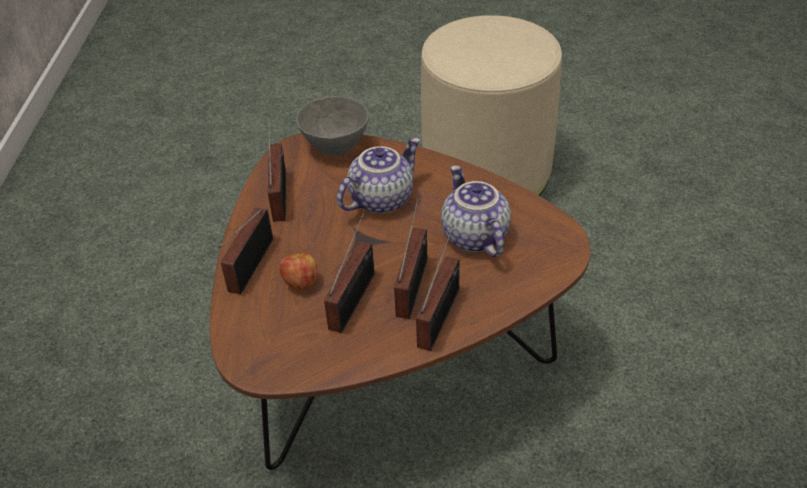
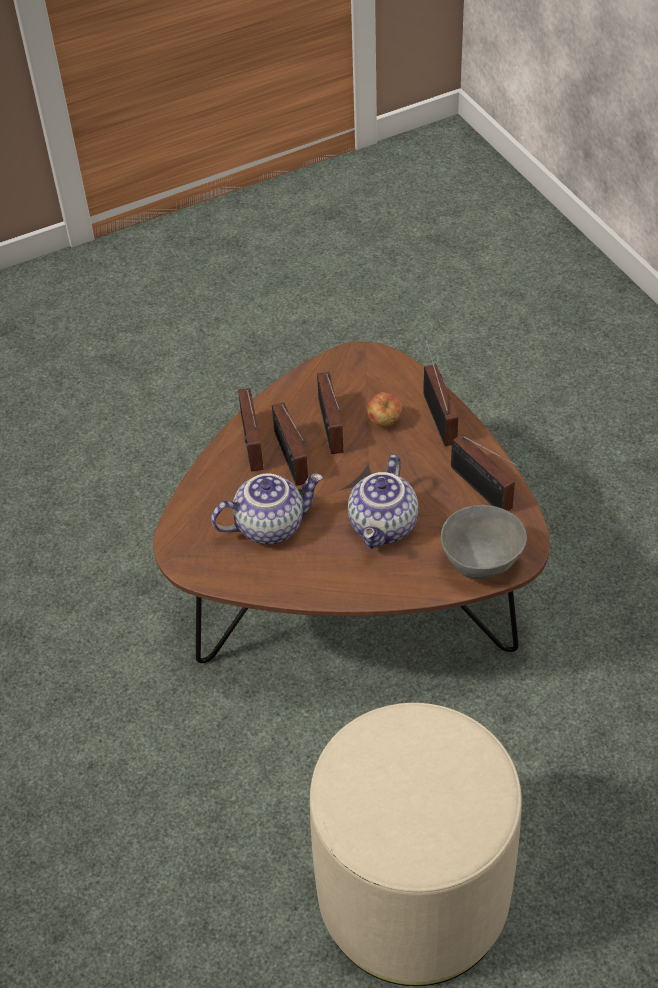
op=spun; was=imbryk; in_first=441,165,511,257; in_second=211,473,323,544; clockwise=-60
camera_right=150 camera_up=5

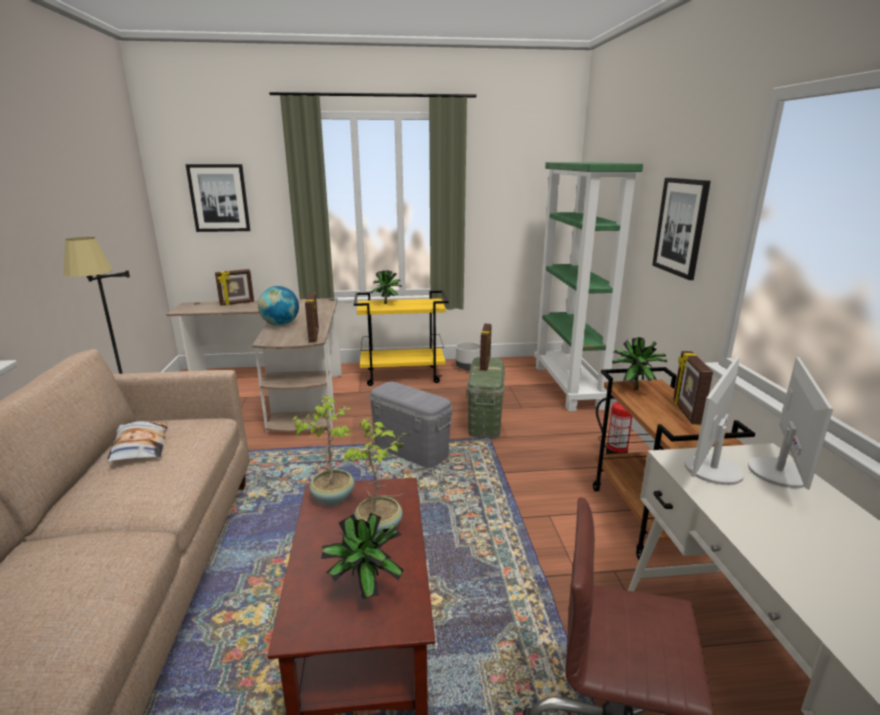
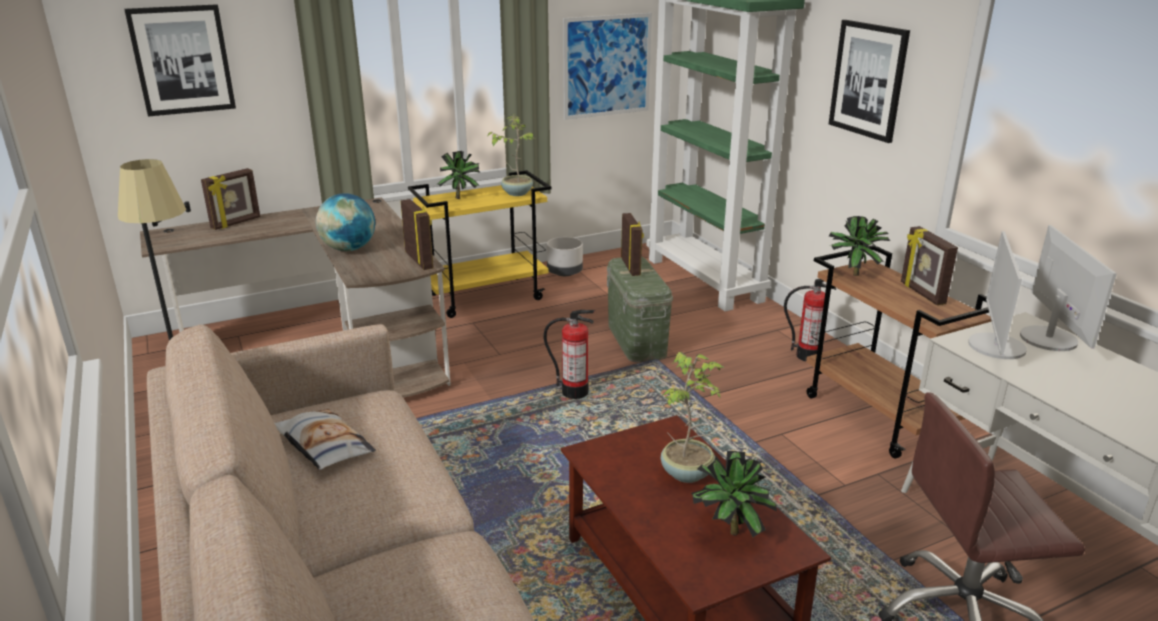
op=appeared; now=obraz; in_second=563,13,652,120
op=relocated; was=roślina doniczkowa; in_first=291,396,355,505; in_second=487,114,536,196
op=exchanged; was=pojemnik do przechowywania (szary); now=gaśnica; in_first=370,382,453,468; in_second=543,310,595,399
camera_right=-20 camera_up=5

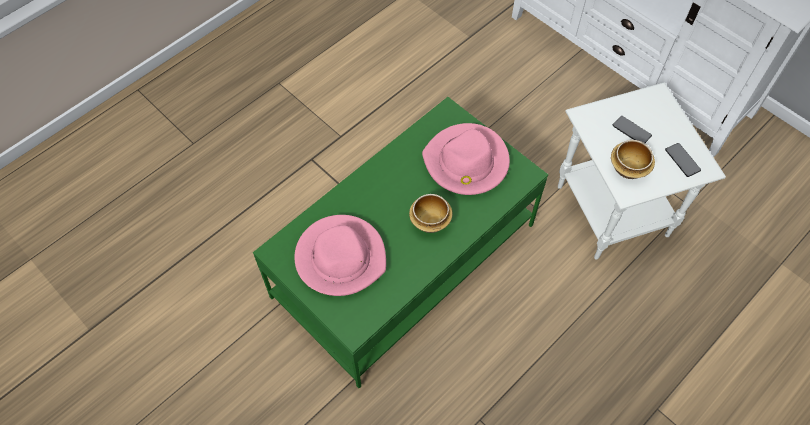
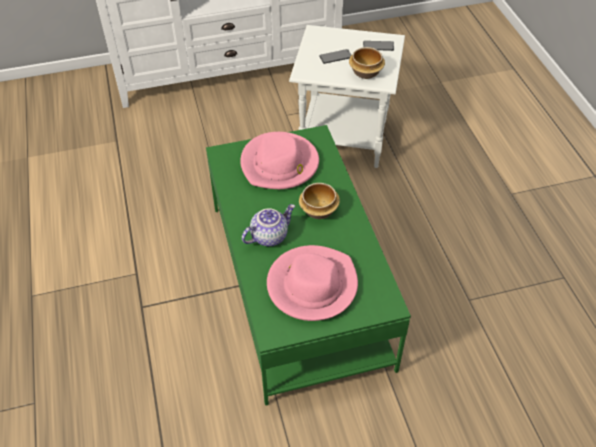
op=appeared; now=imbryk; in_second=242,204,295,246
camera_right=-60 camera_up=-10

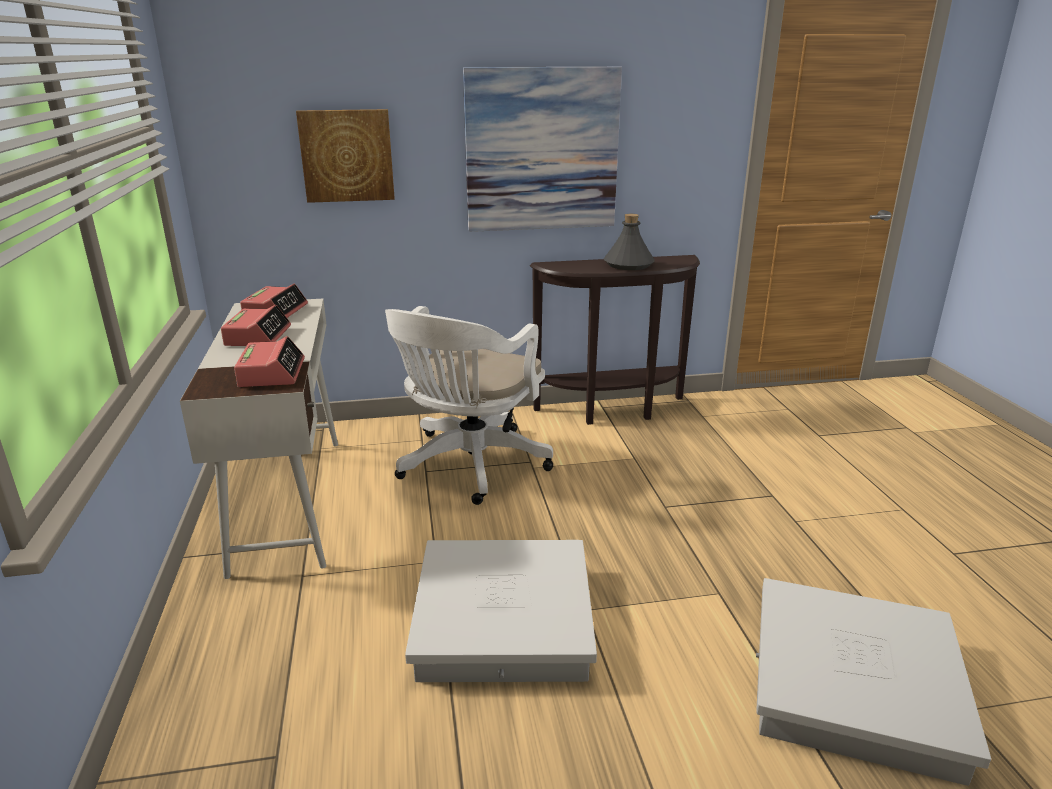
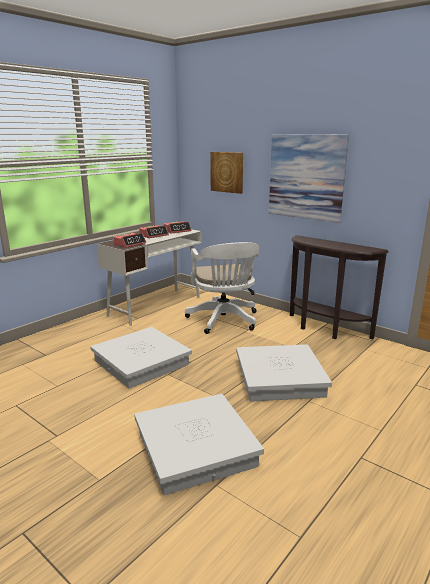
op=missing; was=butelka (szary); in_first=603,214,655,270
op=appeared; now=pojemnik do przechowywania (biały); in_second=236,344,332,402
op=spun; was=krzesło biurowe (biały); in_first=385,306,553,505; in_second=185,242,259,334; clockwise=-90
camera_right=50 camera_up=-5

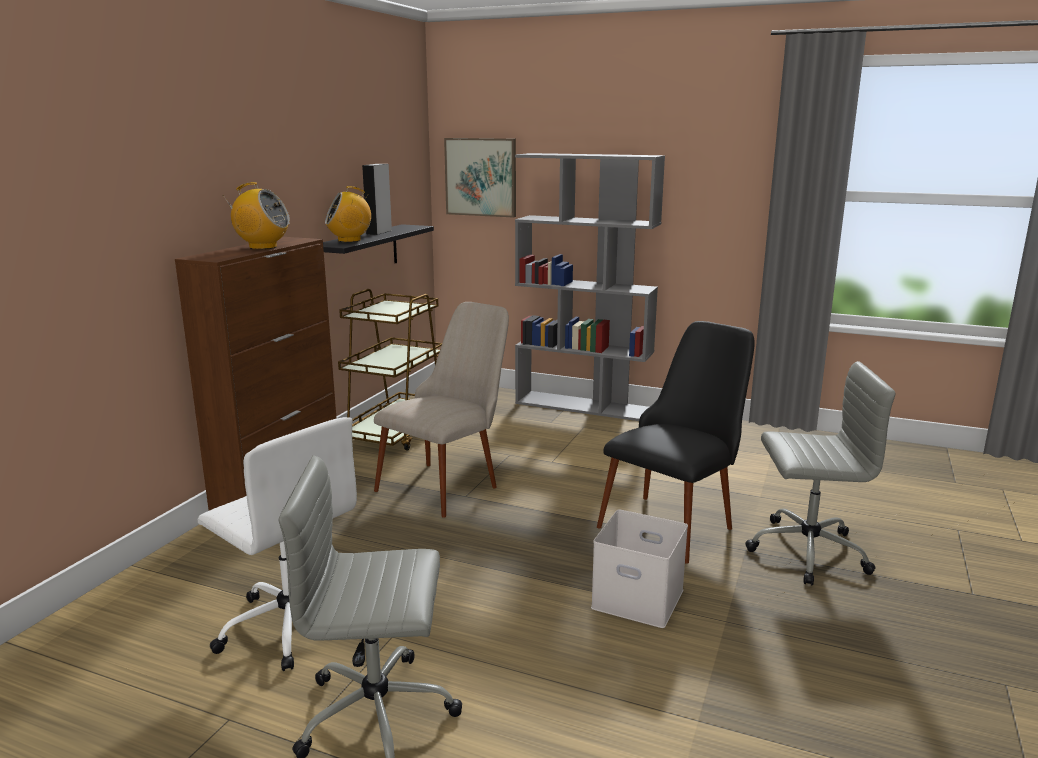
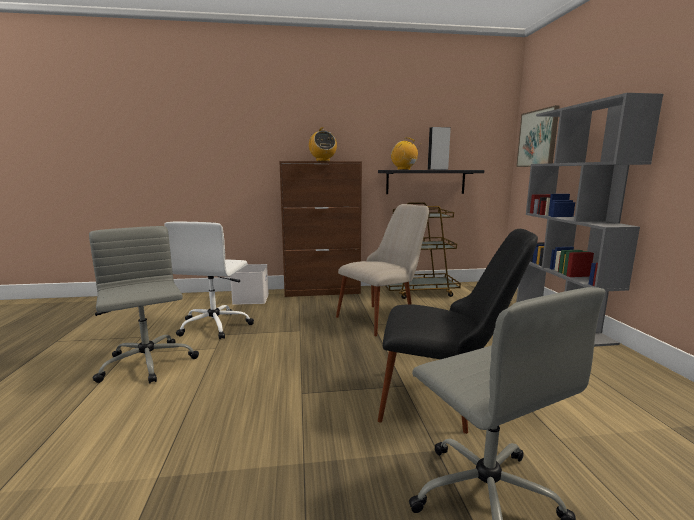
op=relocated; was=pojemnik do przechowywania (biały); in_first=591,509,688,628; in_second=230,264,269,305
op=spun; was=krzesło (beżowy); in_first=374,302,509,518; in_second=336,204,429,336; clockwise=-45
camera_right=60 camera_up=-5

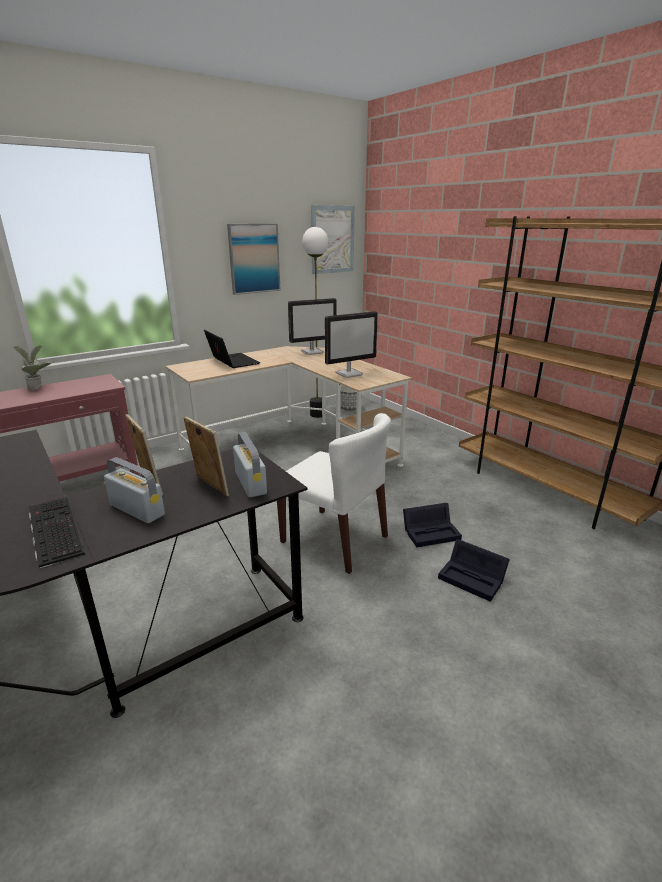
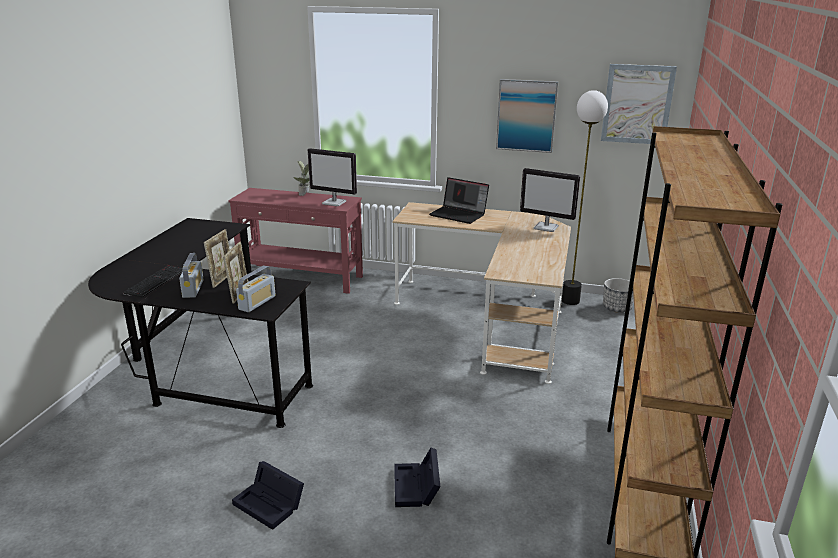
op=missing; was=krzesło (biały); in_first=277,413,391,574
op=relocated; was=monitor; in_first=325,311,378,378; in_second=308,148,357,206
op=relocated; was=pojemnik do przechowywania (czarny); in_first=403,503,462,547; in_second=232,461,304,530
op=spun; was=laptop; in_first=204,330,260,368; in_second=429,177,489,224; clockwise=105
camera_right=50 camera_up=0

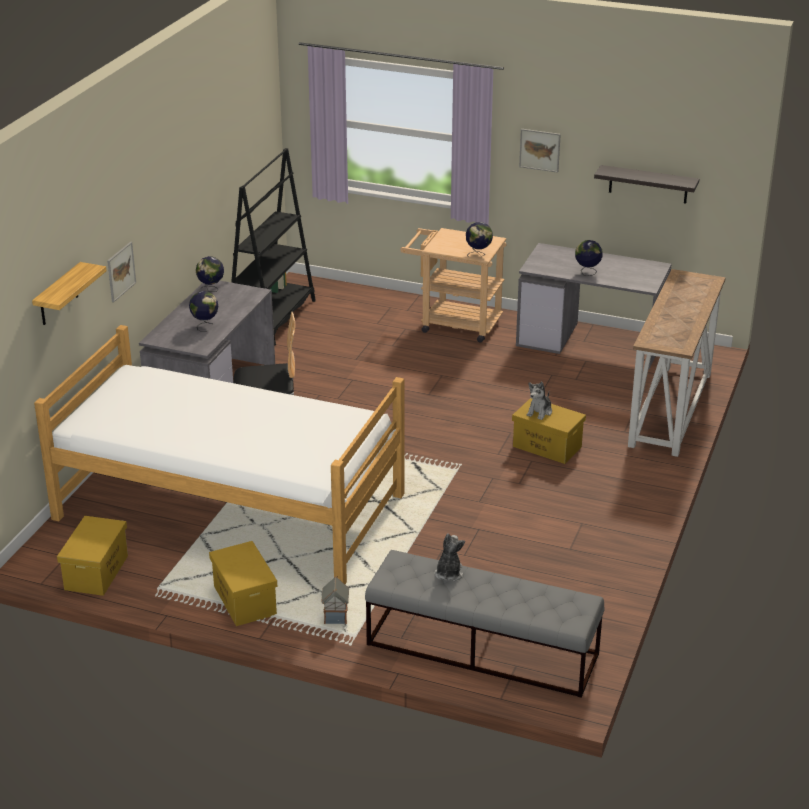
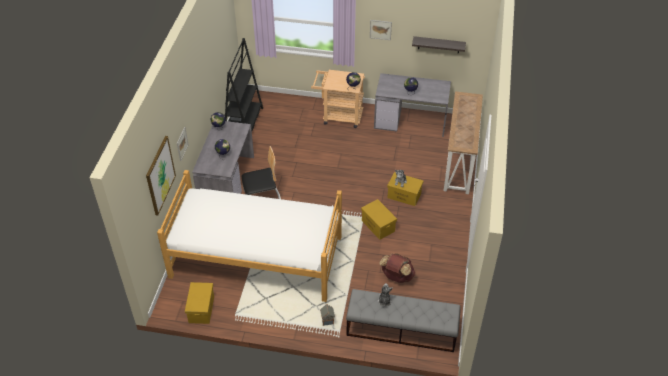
op=appeared; now=plecak (brązowy); in_second=379,253,415,283
op=relocated; was=pojemnik do przechowywania (żółty); in_first=209,541,277,626; in_second=361,199,397,240
op=exchanged; was=półka; now=obraz; in_first=32,262,107,325; in_second=146,136,176,215
camera_right=-10 camera_up=15

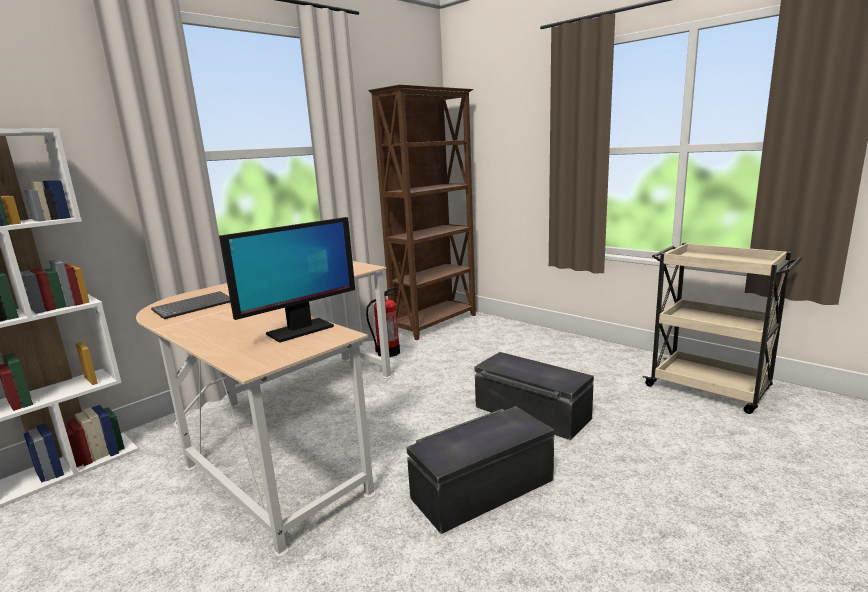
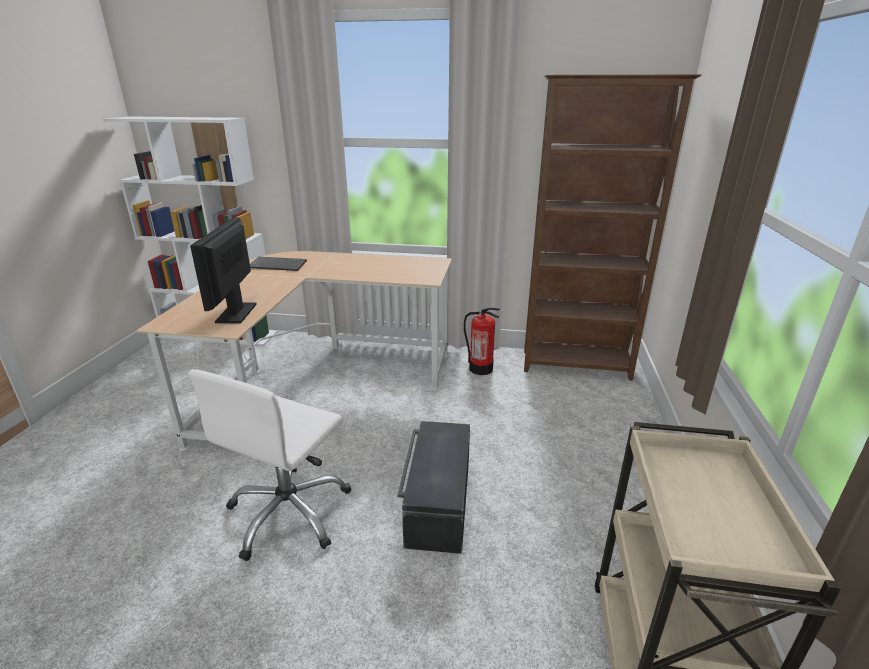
op=exchanged; was=pojemnik do przechowywania (czarny); now=krzesło biurowe (biały); in_first=406,406,554,534; in_second=188,369,352,561
op=spun; was=monitor; in_first=219,217,355,343; in_second=190,217,257,323; clockwise=75
camera_right=55 camera_up=10

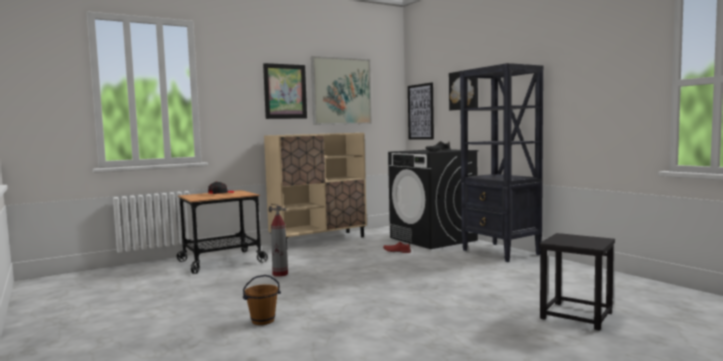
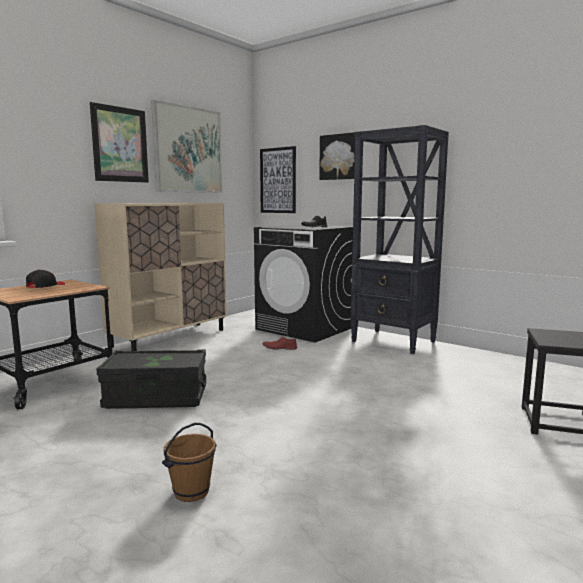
op=exchanged; was=gaśnica; now=pojemnik do przechowywania (czarny); in_first=269,204,288,277; in_second=96,349,206,409
camera_right=-20 camera_up=5

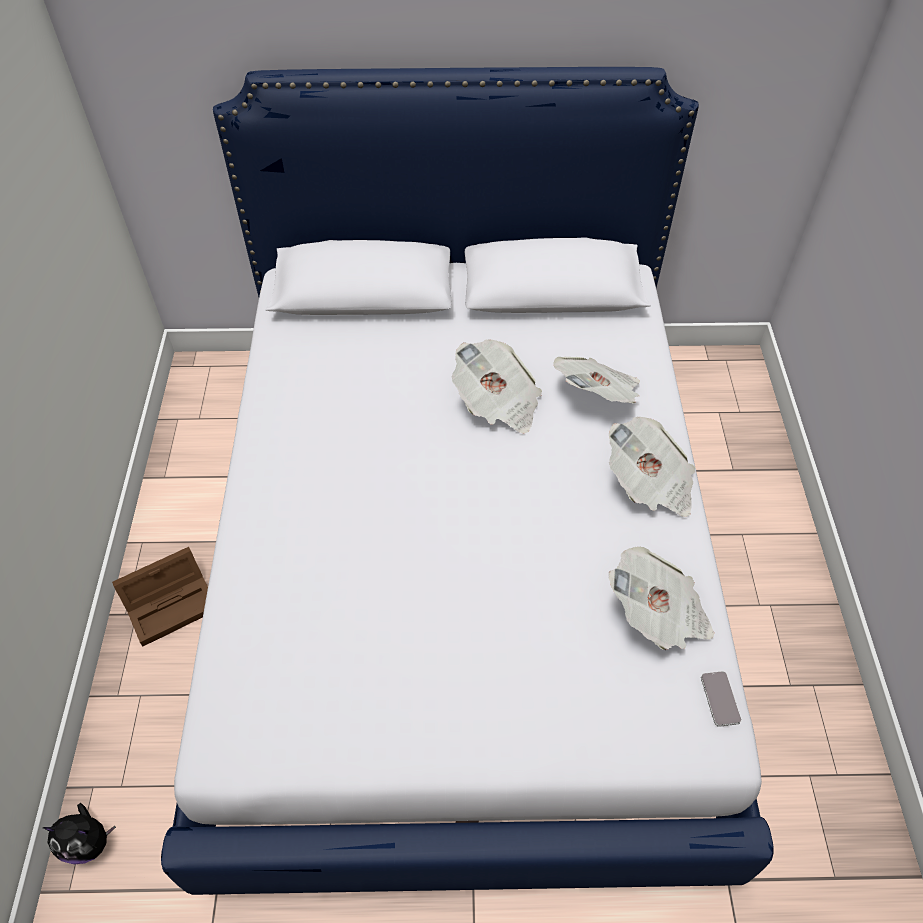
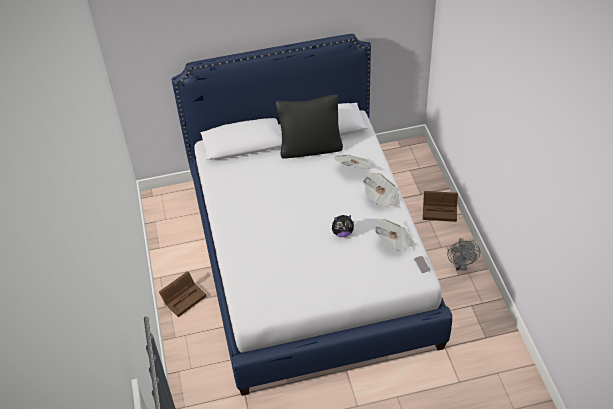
op=missing; was=gazeta; in_first=451,339,542,433
op=appeared; now=poduszka (czarny); in_second=275,94,343,159
op=appeared; now=pojemnik do przechowywania (brązowy); in_second=423,191,458,222
op=appeared; now=wentylator (szary); in_second=447,238,480,270
op=relocated; was=pluszak; in_first=43,803,116,864; in_second=332,215,354,237
camera_right=-10 camera_up=-5

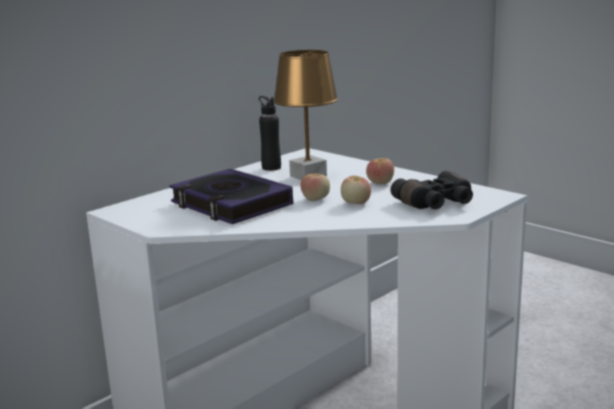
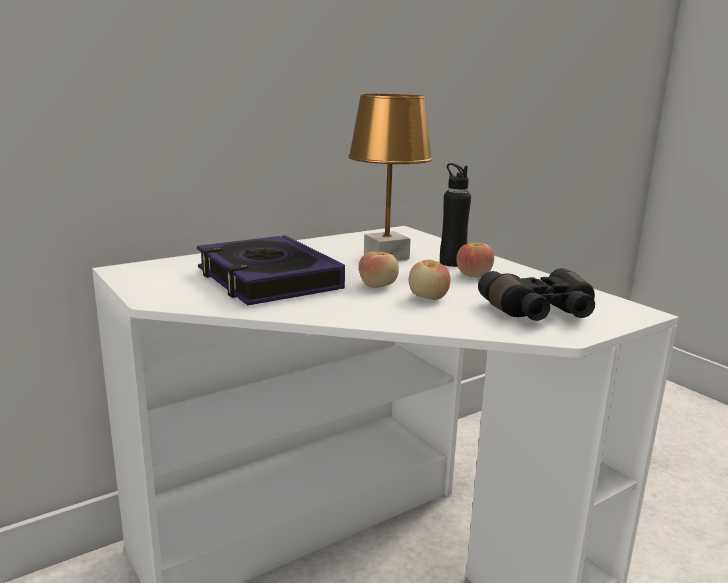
op=relocated; was=butelka (czarny); in_first=259,96,281,171; in_second=440,163,471,267
camera_right=10 camera_up=0

